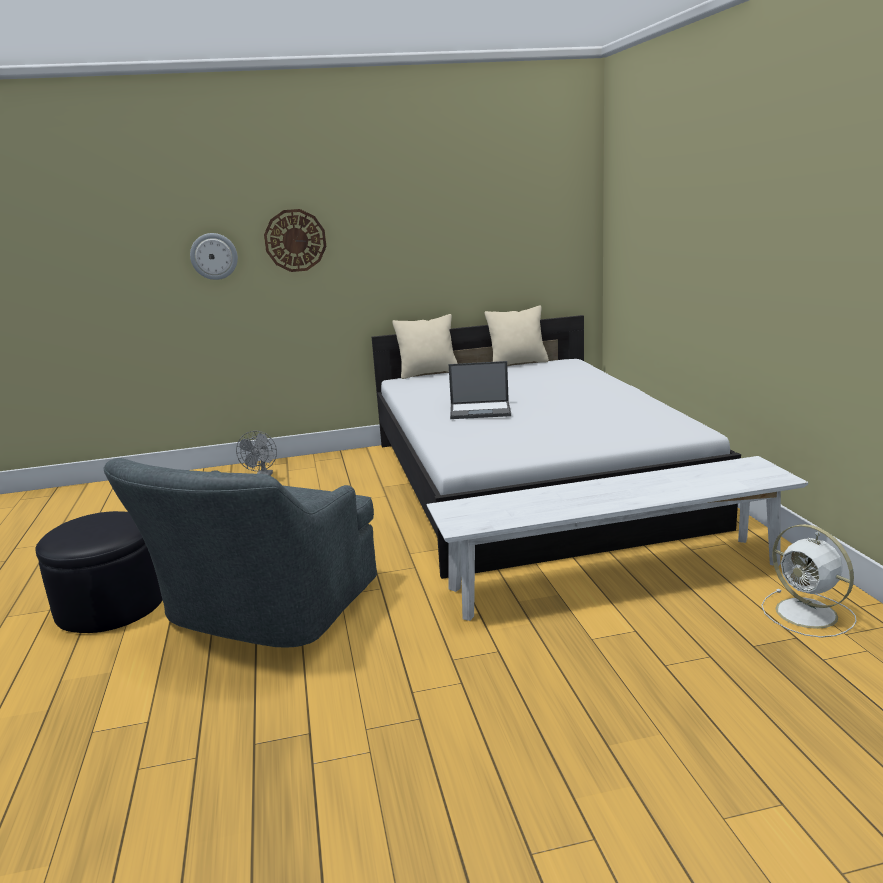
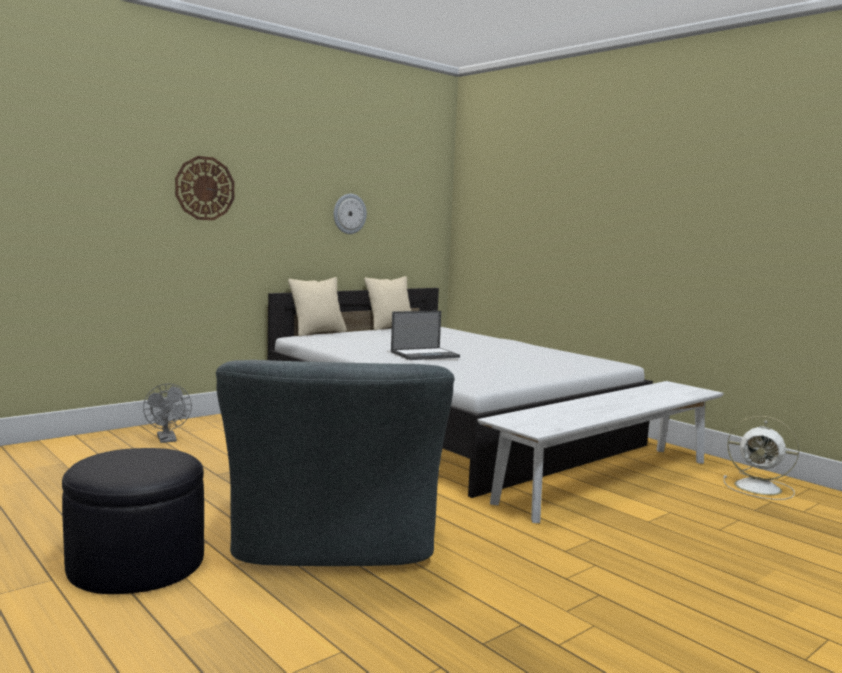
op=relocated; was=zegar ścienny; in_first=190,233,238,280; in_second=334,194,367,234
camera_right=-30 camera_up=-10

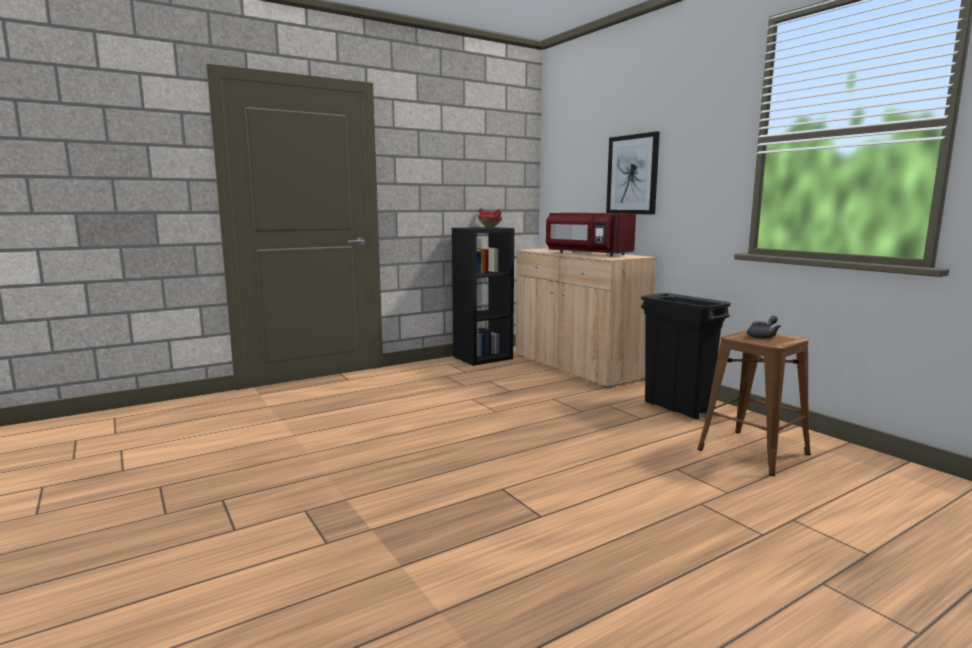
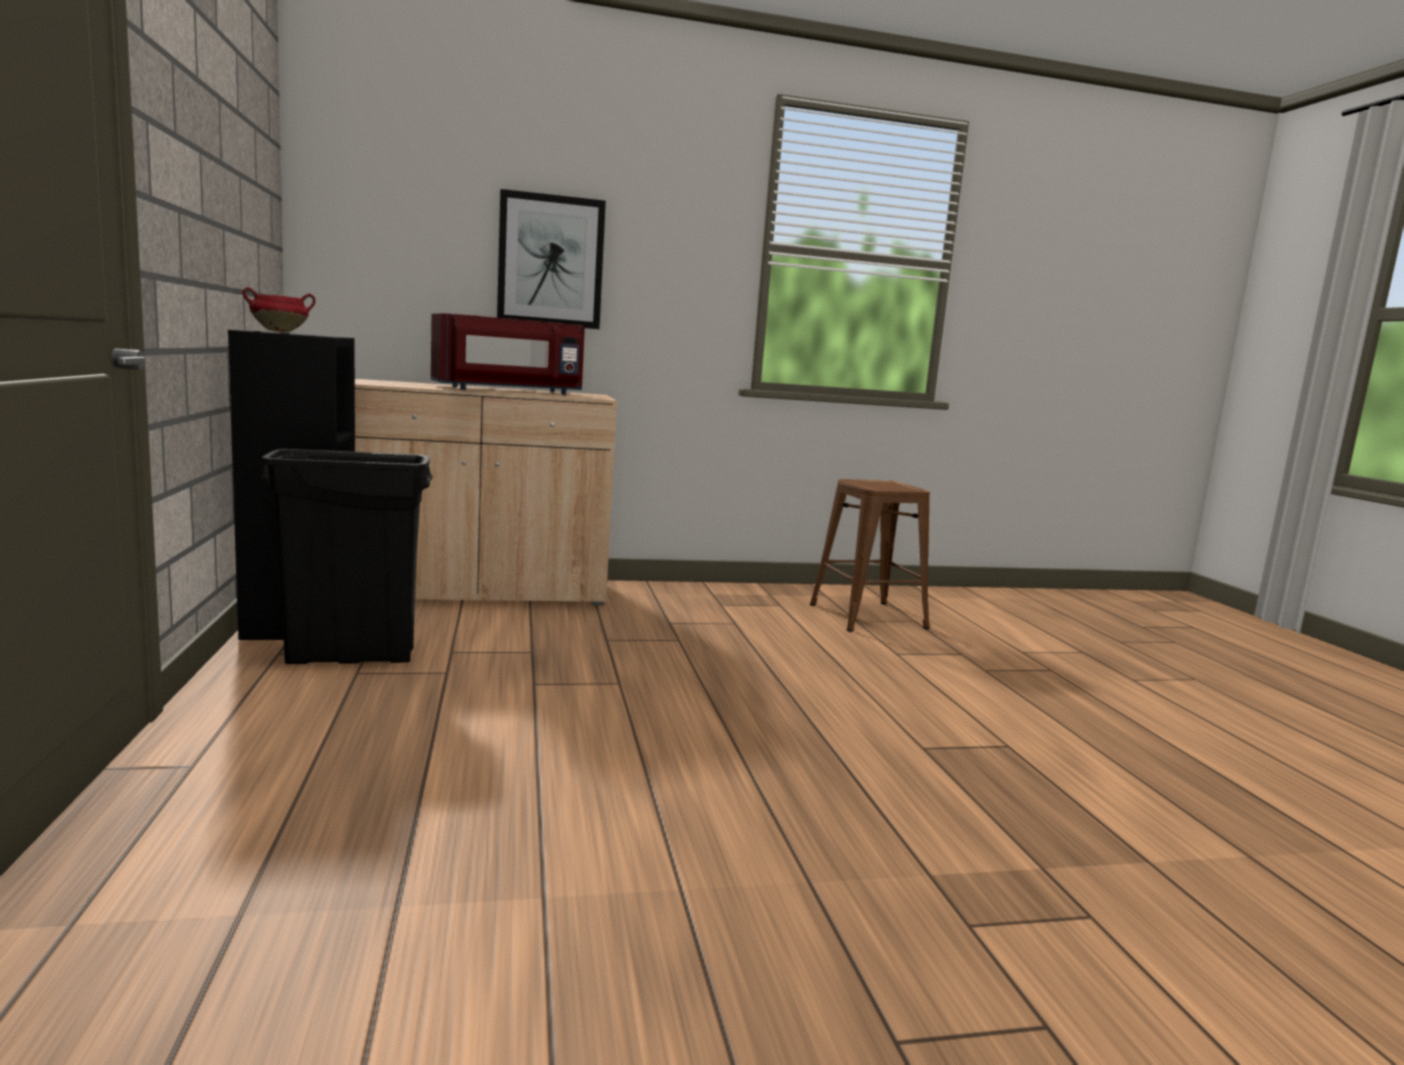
op=missing; was=imbryk (szary); in_first=747,316,781,339
op=relocated; was=kosz na śmieci (czarny); in_first=641,293,730,419; in_second=259,449,432,664
camera_right=-70 camera_up=0

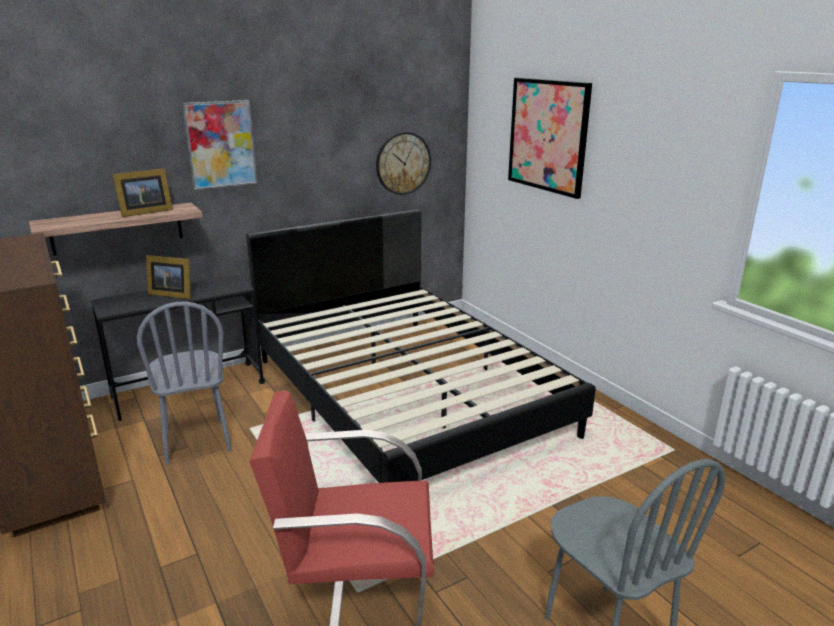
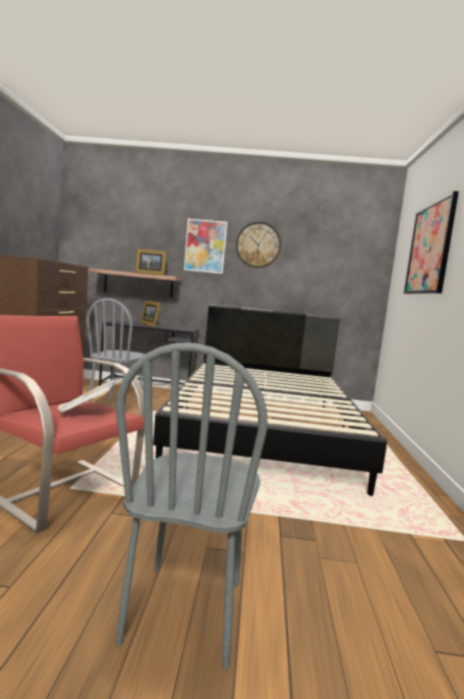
op=appeared; now=gazeta; in_second=58,379,119,413
op=relocated; was=zegar ścienny; in_first=376,132,431,195; in_second=236,222,281,268
camera_right=35 camera_up=-15

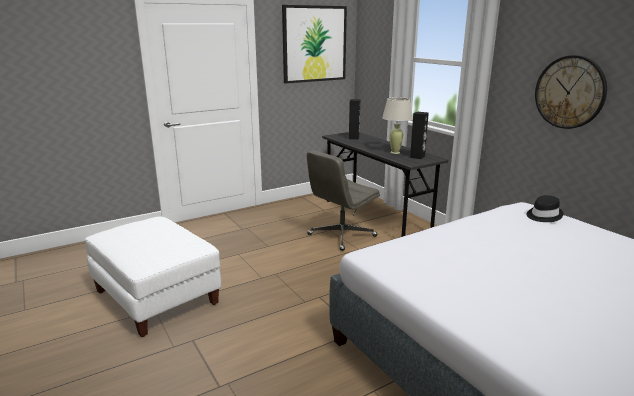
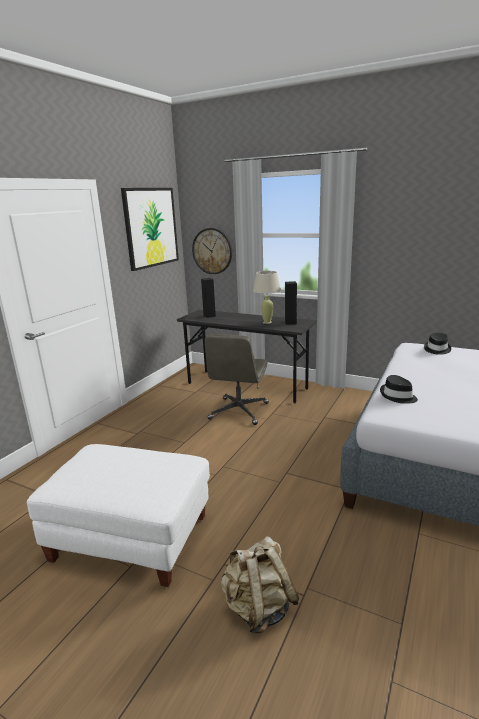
op=appeared; now=plecak (beżowy); in_second=221,536,299,634
op=appeared; now=kapelusz (czarny); in_second=380,375,418,404
op=relocated; was=zegar ścienny; in_first=535,55,607,129; in_second=192,228,232,274
camera_right=-30 camera_up=0

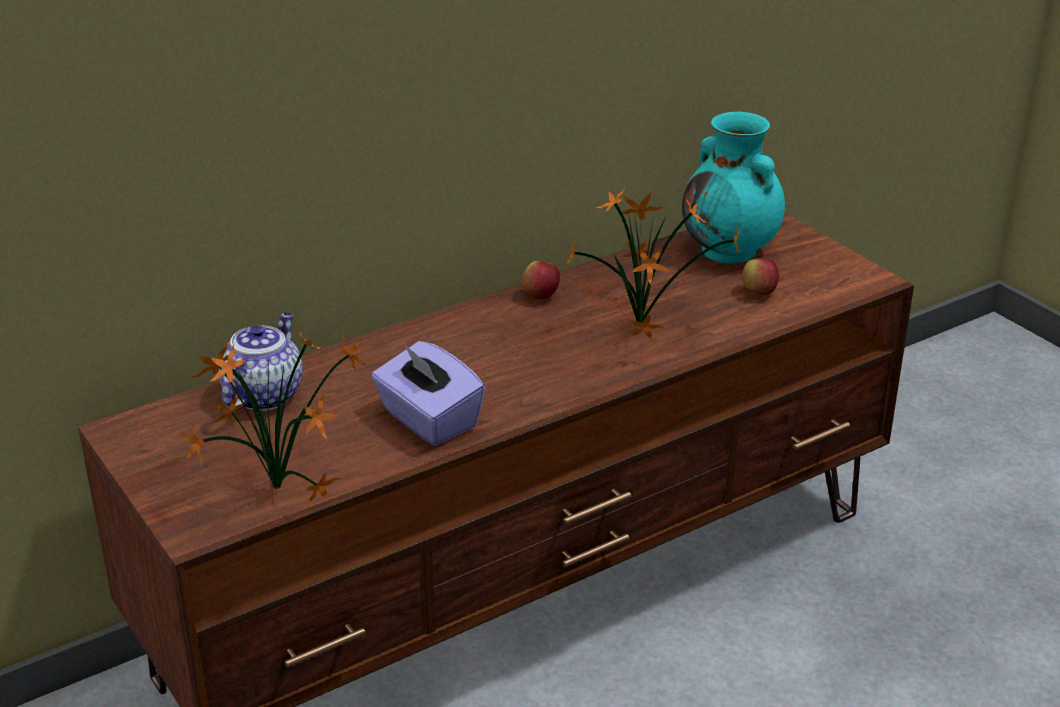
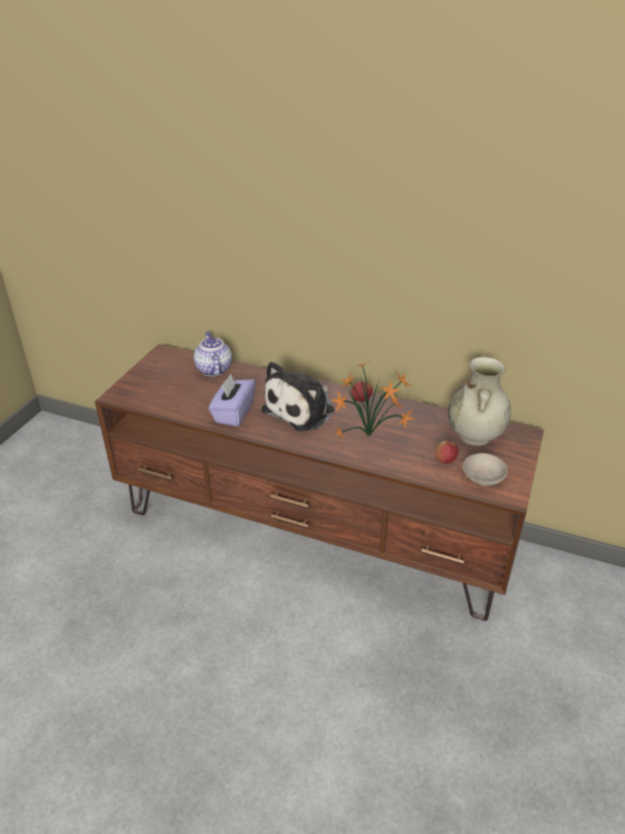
op=missing; was=roślina doniczkowa; in_first=180,328,367,506
op=appeared; now=pluszak; in_second=261,361,334,432
op=appeared; now=miska (beżowy); in_second=463,453,508,486
op=colour; was=wazon (turkusowy); now=wazon (beżowy); in_first=682,112,785,264; in_second=448,357,511,446
op=spun; was=imbryk; in_first=218,312,303,411; in_second=194,332,232,376; clockwise=-90
camera_right=55 camera_up=5

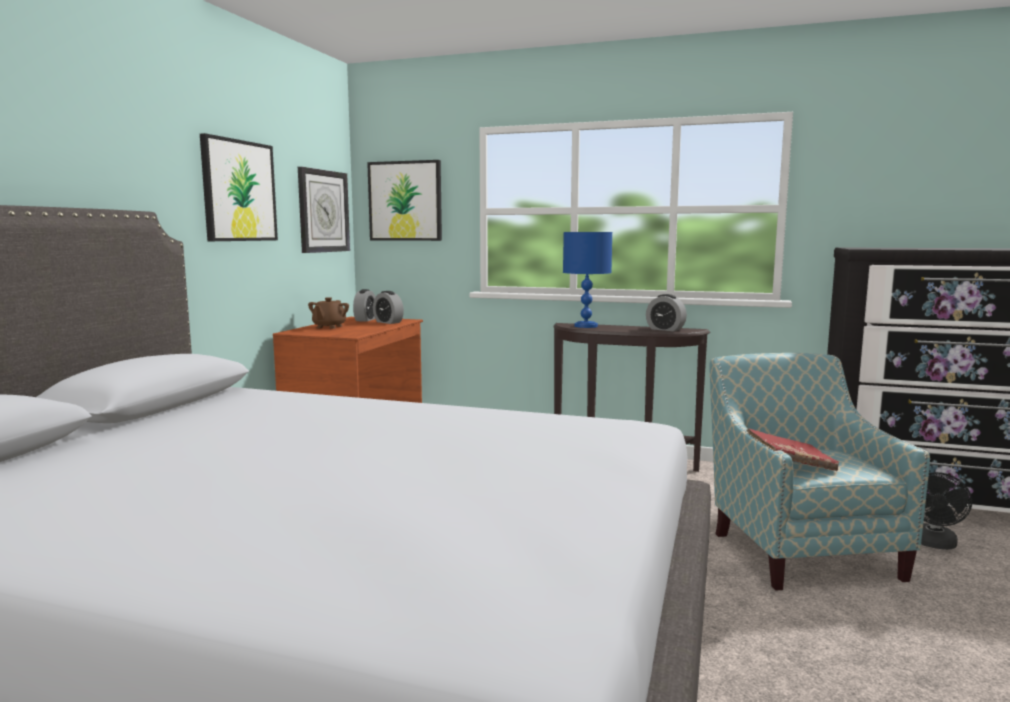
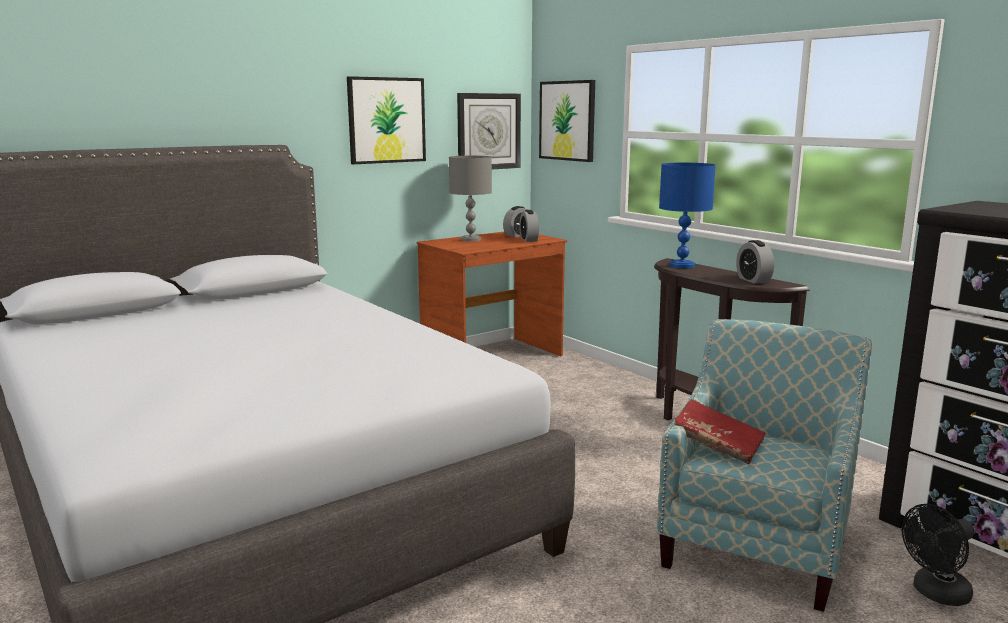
op=exchanged; was=imbryk (brązowy); now=lampa stołowa (szary); in_first=308,297,349,329; in_second=449,156,492,242
camera_right=35 camera_up=5

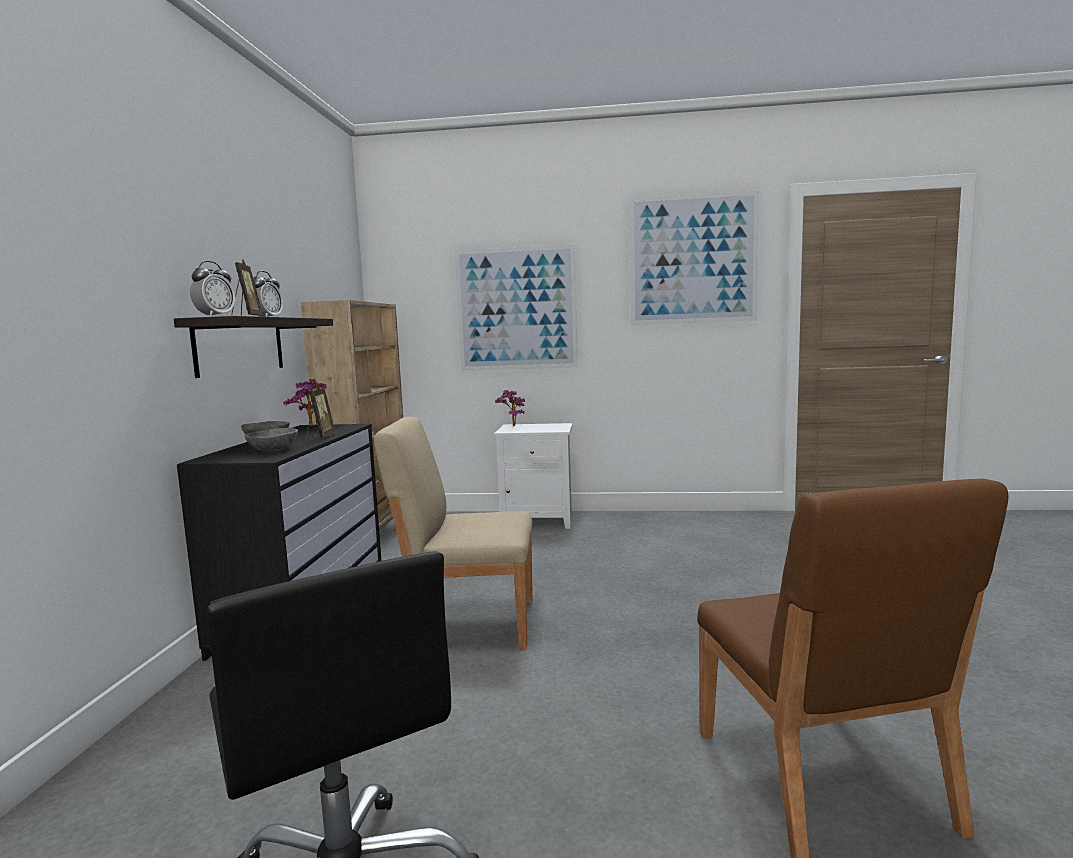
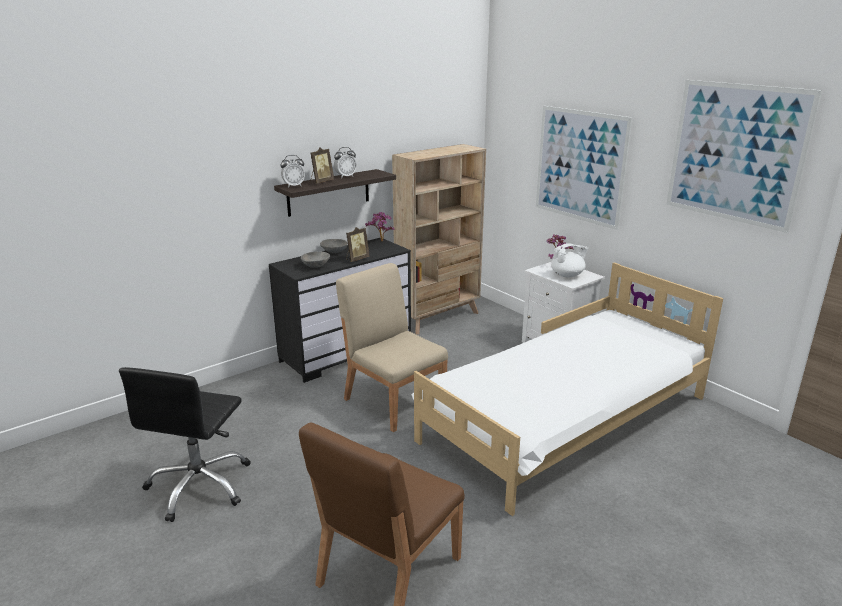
op=appeared; now=łóżko (biały); in_second=411,262,723,516
op=appeared; now=imbryk (biały); in_second=551,243,588,278
camera_right=45 camera_up=15

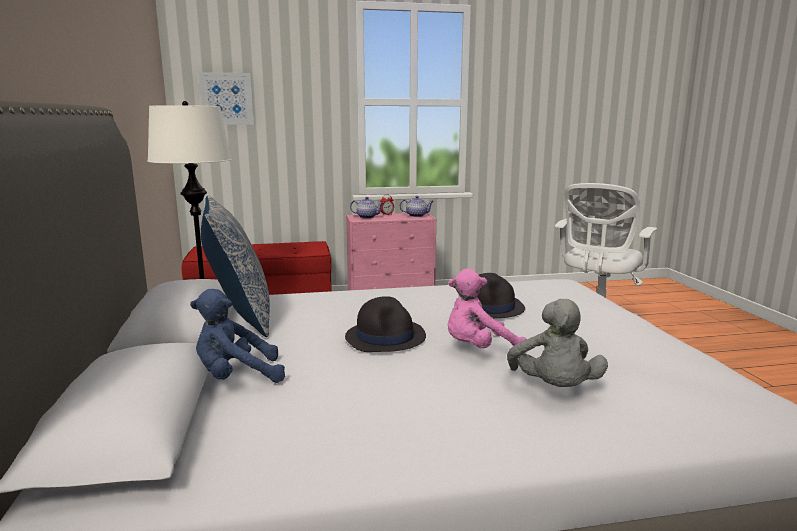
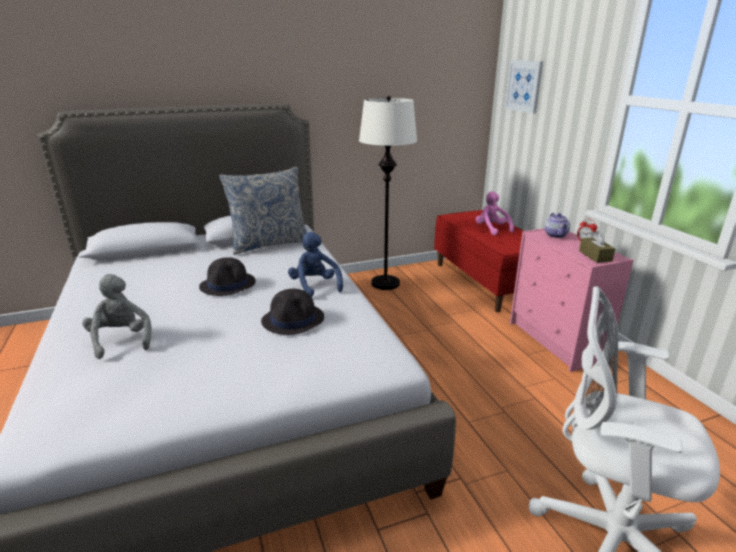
op=relocated; was=pluszak (niebieski); in_first=190,289,285,383; in_second=288,232,343,297
op=relocated; was=pluszak (różowy); in_first=447,269,527,348; in_second=476,191,514,235
op=exchanged; was=imbryk; now=pudełko chusteczek (brązowy); in_first=400,196,434,217; in_second=579,230,615,263
op=spun; was=pluszak (szary); in_first=507,299,608,387; in_second=82,274,151,359; clockwise=75
camera_right=80 camera_up=10

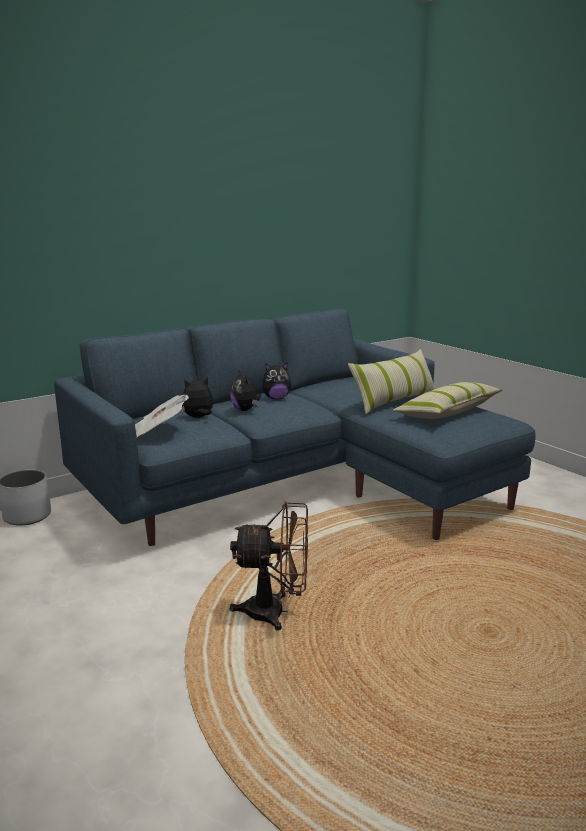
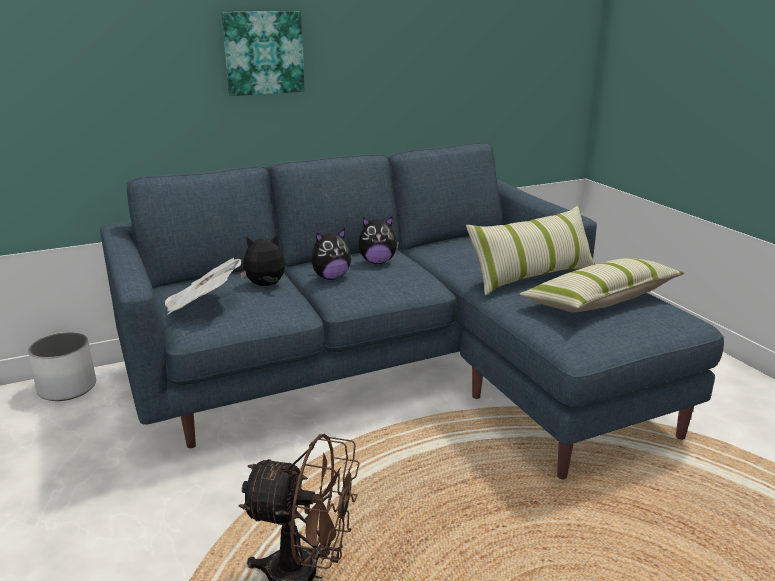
op=appeared; now=obraz; in_second=222,11,305,96
op=spun; was=pluszak; in_first=230,370,261,411; in_second=311,228,351,280; clockwise=-105
camera_right=10 camera_up=5

